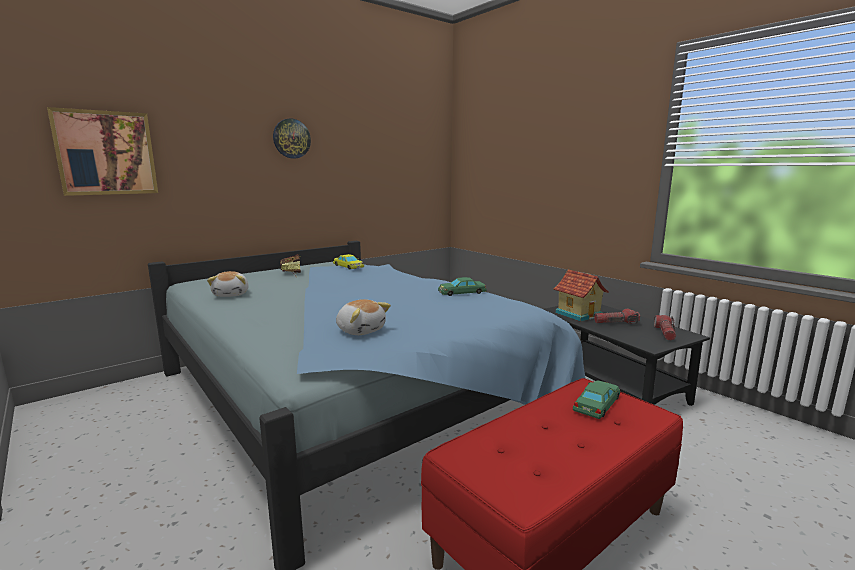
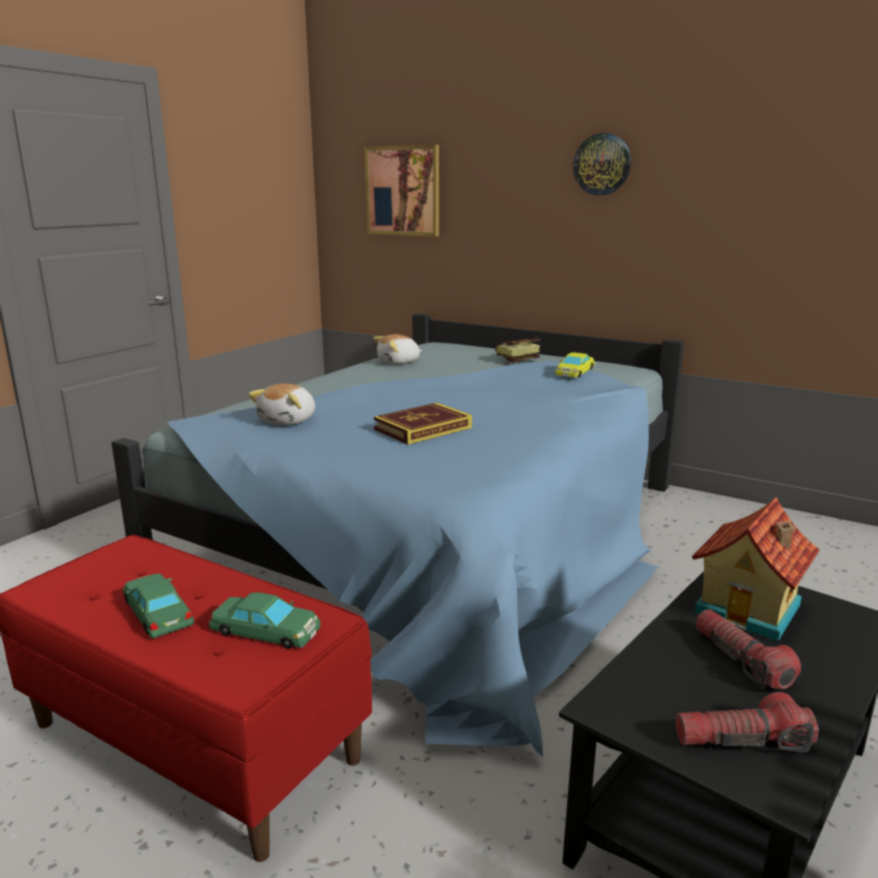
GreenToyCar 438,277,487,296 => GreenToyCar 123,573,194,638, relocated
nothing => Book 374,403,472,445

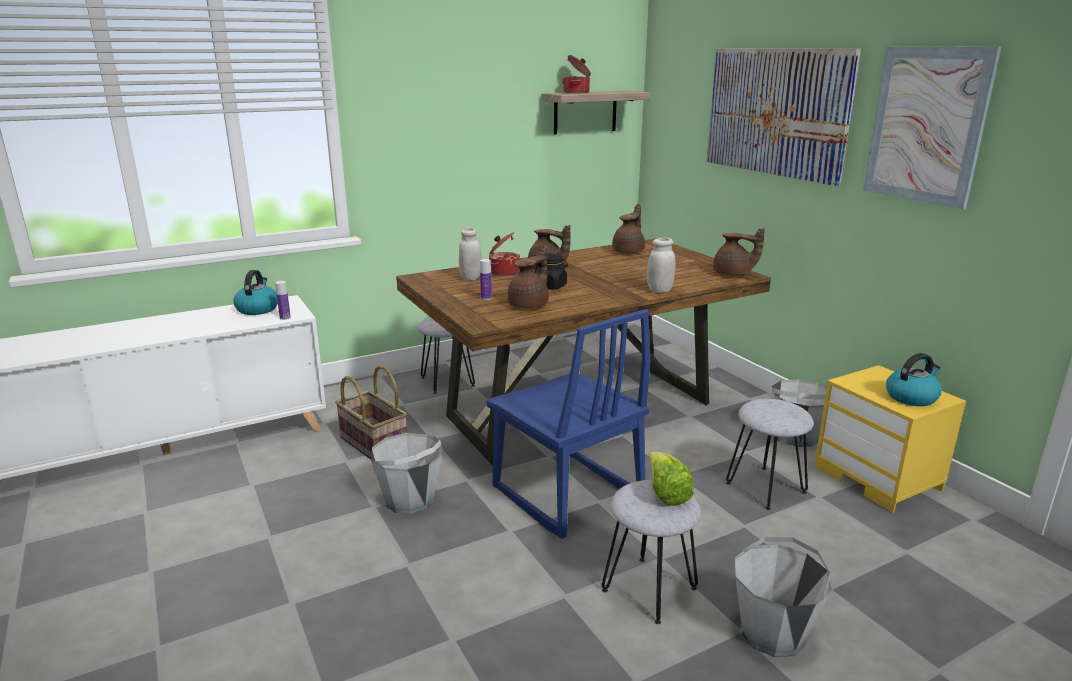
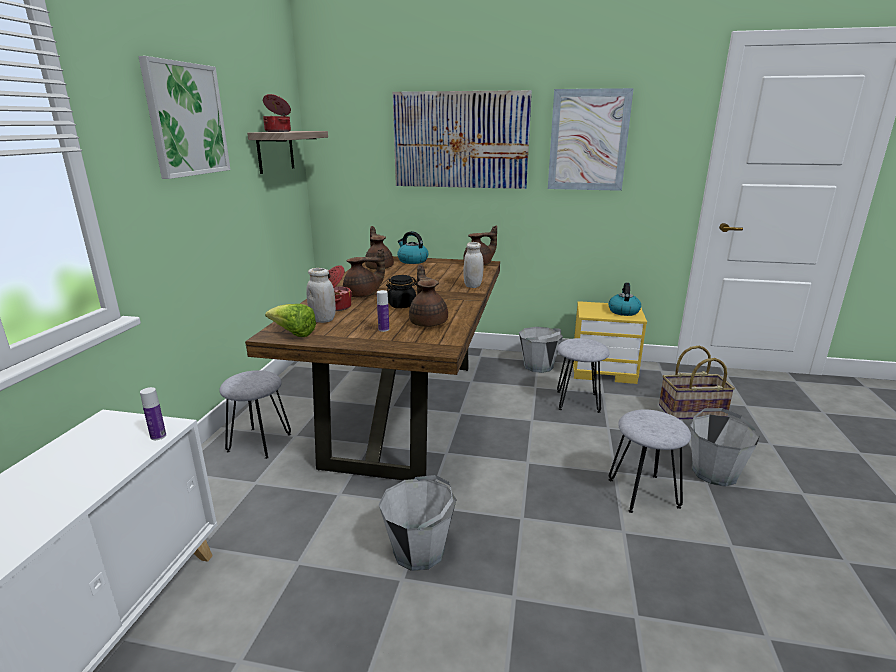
nothing => Picture 138,56,230,179
Lettuce 648,452,694,506 => Lettuce 265,304,316,337, relocated
Kettle 234,270,278,315 => Kettle 397,231,429,264, relocated
Basket 335,365,407,460 => Basket 659,346,735,420, relocated
BlueChair 486,309,651,539 => nothing

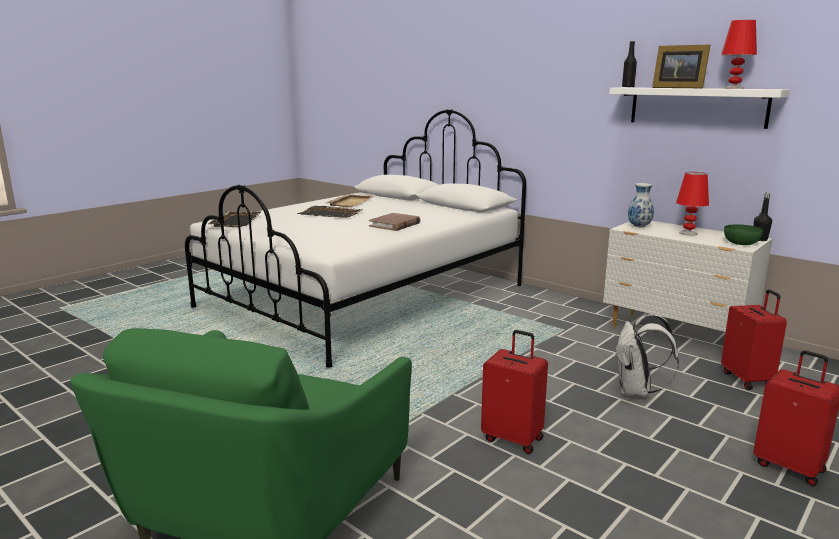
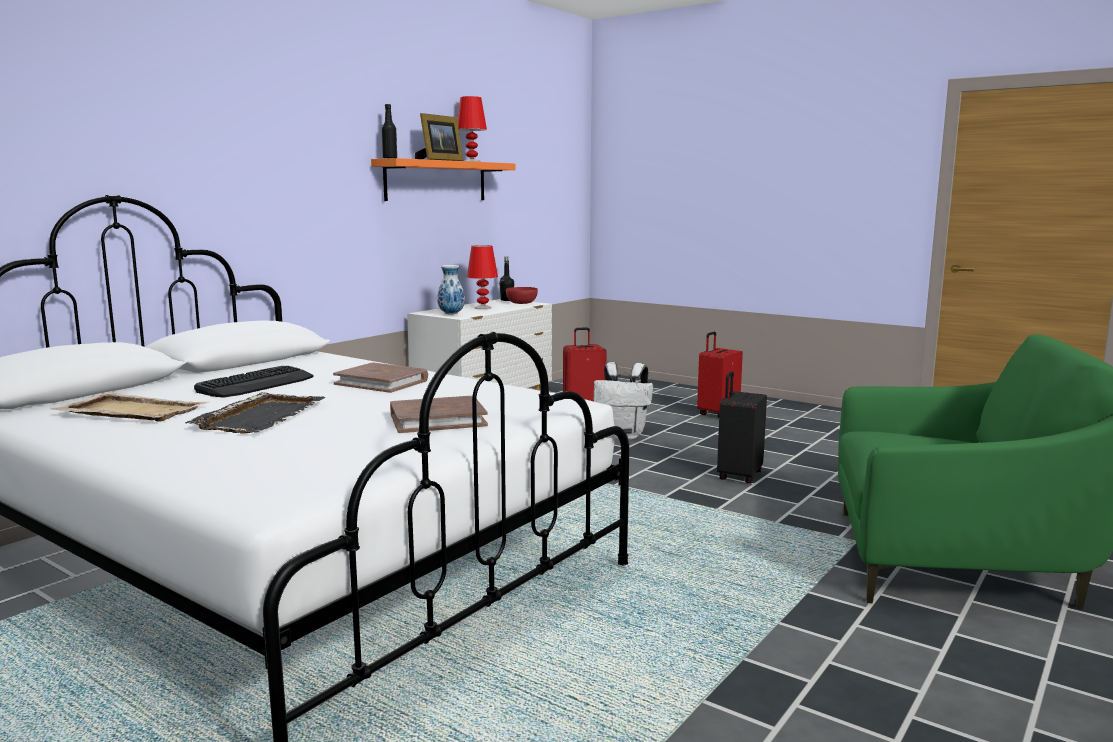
nothing => Keyboard 194,366,313,398
WhiteShelf 609,87,790,129 => OrangeShelf 371,158,515,201
nothing => BrownBook 390,396,488,433
GreenBowl 724,225,763,245 => RedBowl 506,287,538,304
RedSuitcase 481,330,548,454 => BlackSuitcase 717,371,767,484
BlackTray 209,211,261,227 => nothing

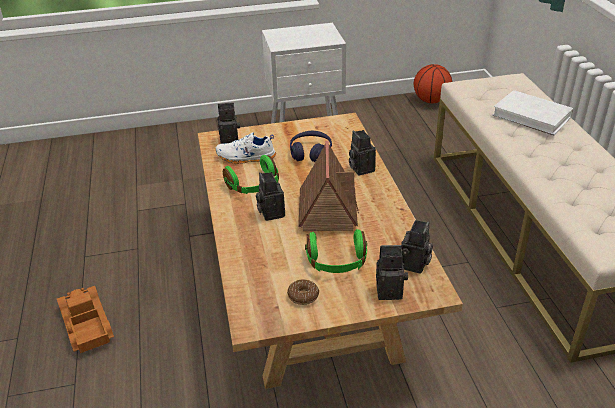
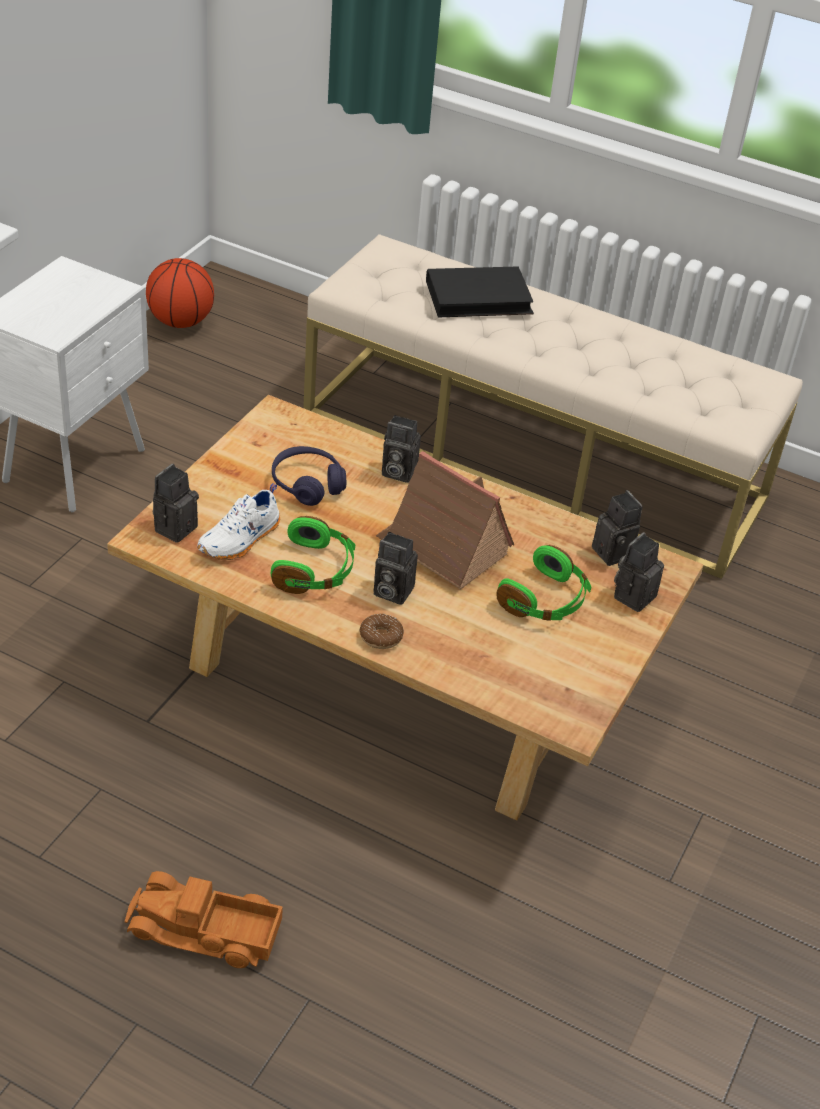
Donut 287,279,319,305 => Donut 359,614,404,649, relocated
WhiteBook 492,90,573,135 => BlackBook 426,266,534,318

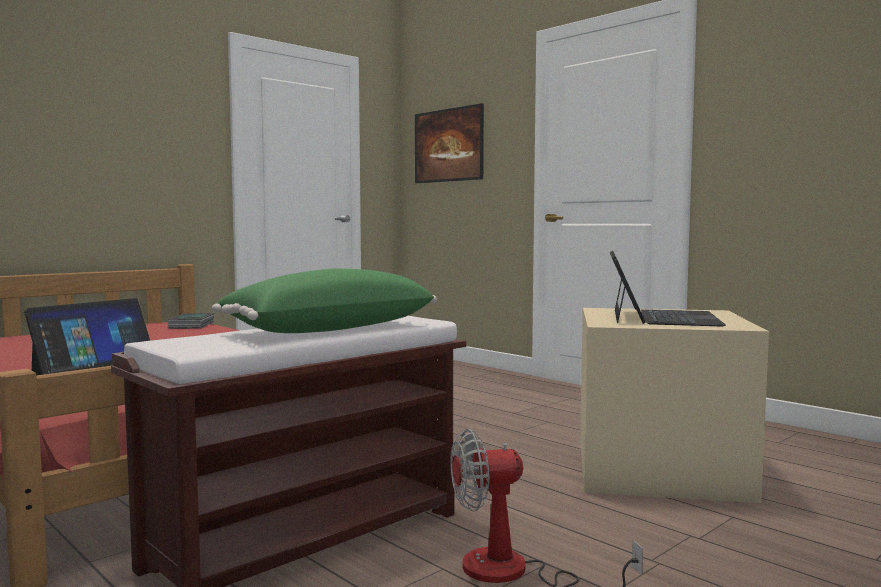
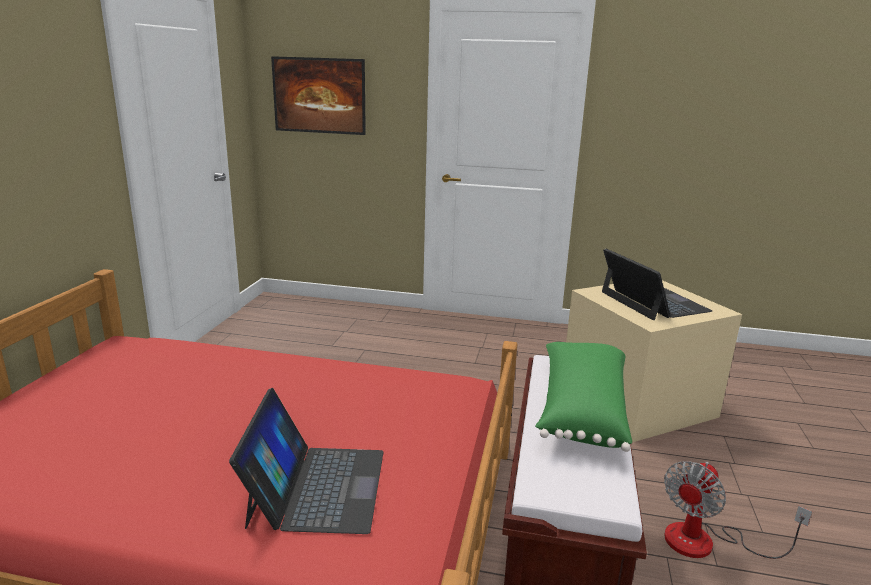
Book 168,313,214,329 => nothing

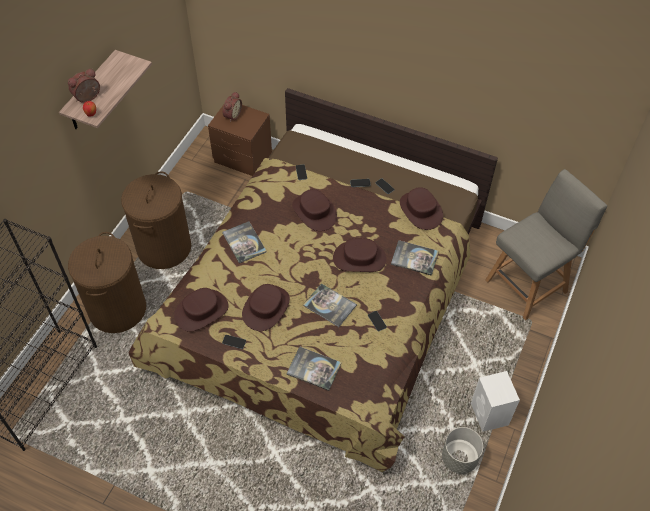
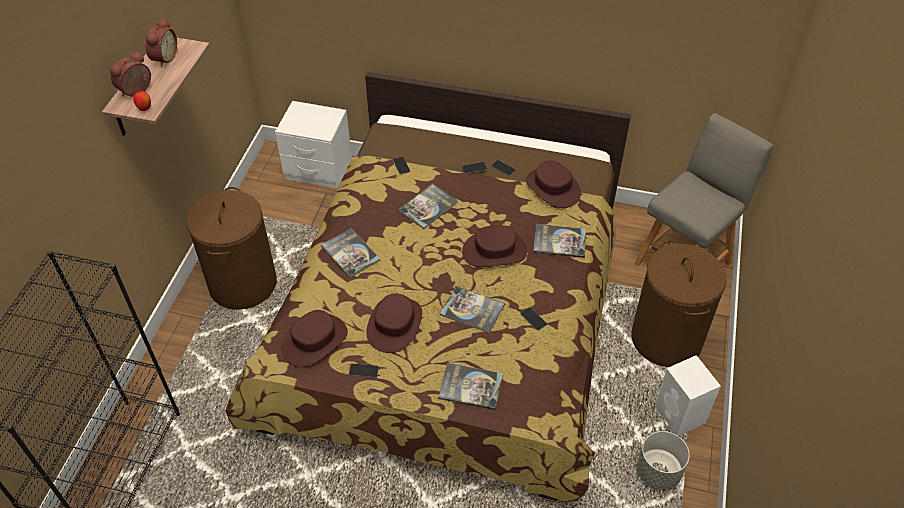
AlarmClock 223,92,242,122 => AlarmClock 145,18,177,67, relocated
BrownNightstand 208,105,272,176 => WhiteNightstand 275,101,352,189
BrownHat 292,189,337,231 => Book 398,184,458,229
BrownLaundryBasket 68,232,146,333 => BrownLaundryBasket 631,240,726,367, relocated

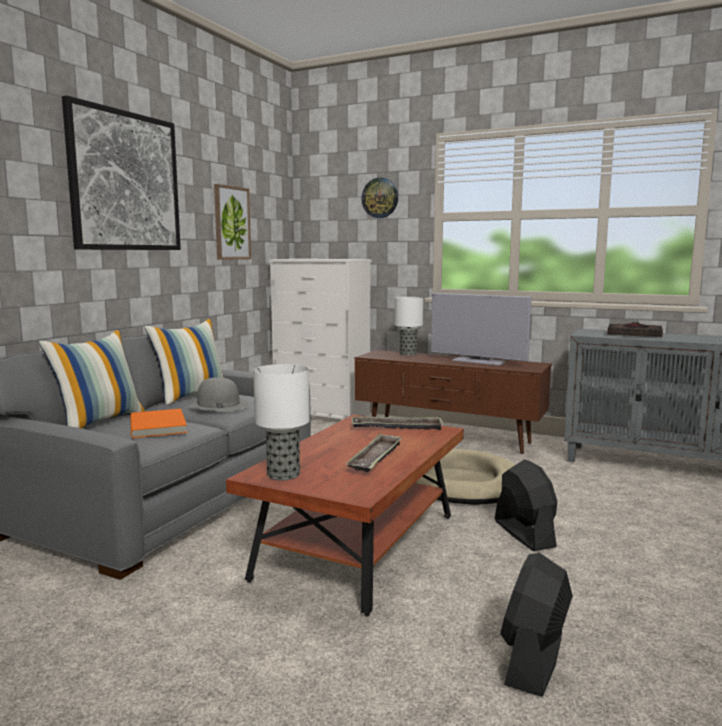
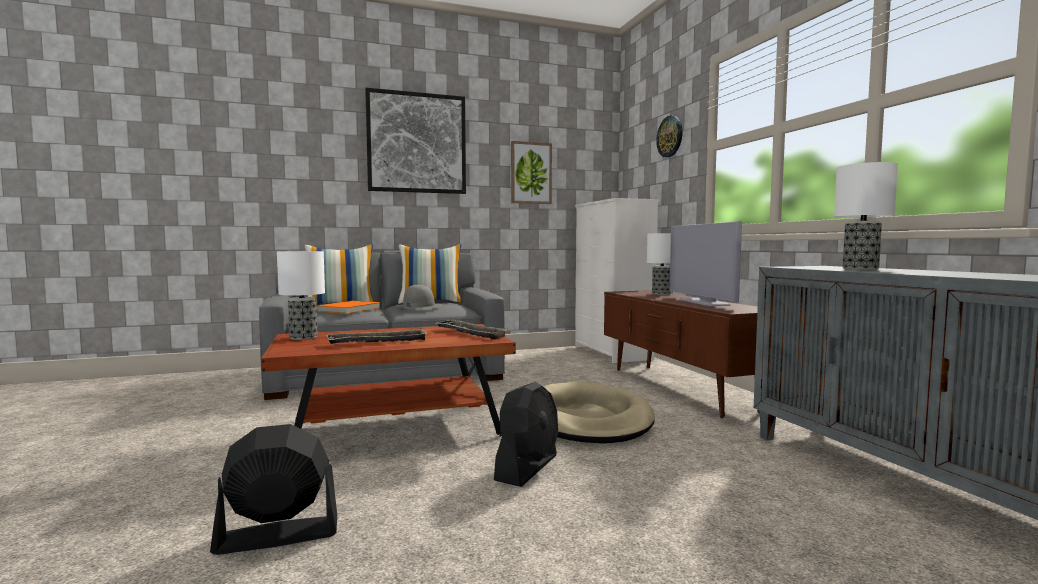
BlackBook 607,322,663,337 => TableLamp 834,162,898,270

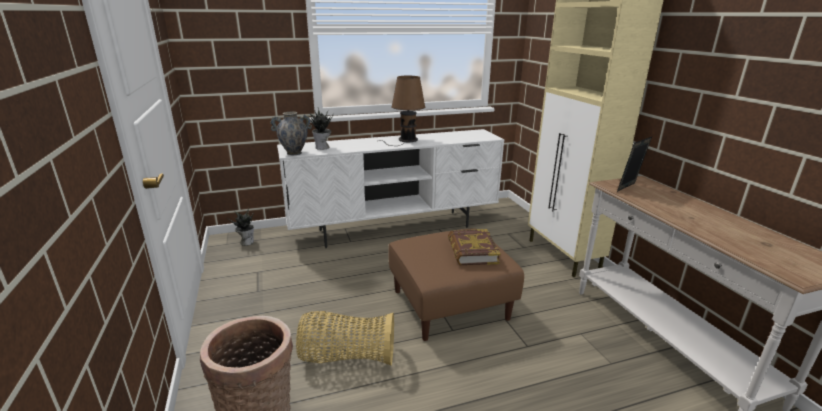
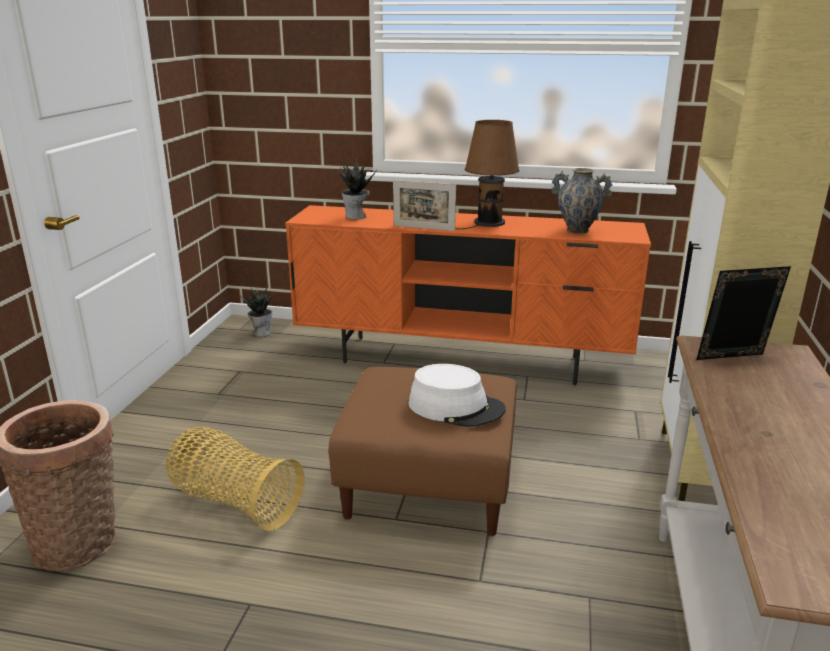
WhiteTvStand 277,129,504,248 => OrangeTvStand 285,205,651,385
nothing => PictureFrame 393,180,456,231
Book 448,229,501,265 => WhiteHat 408,364,506,427
Vase 270,112,312,156 => Vase 551,168,613,234, relocated

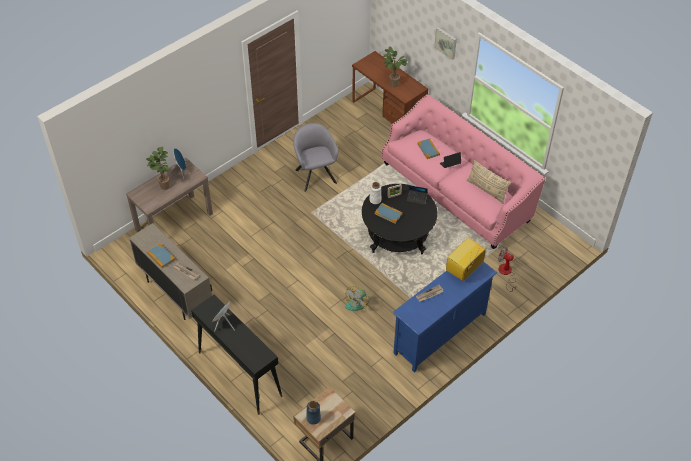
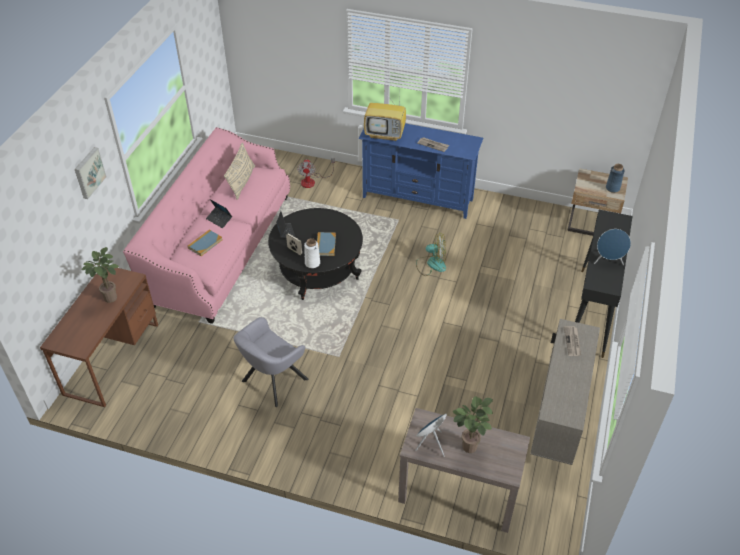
Book 147,243,175,268 => nothing

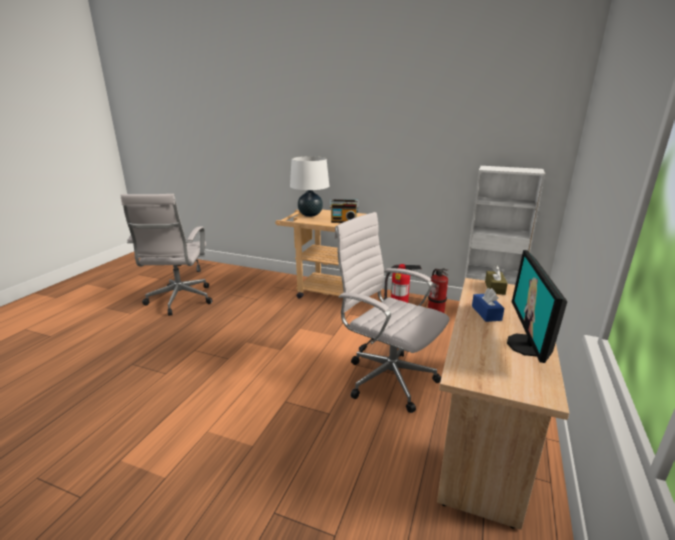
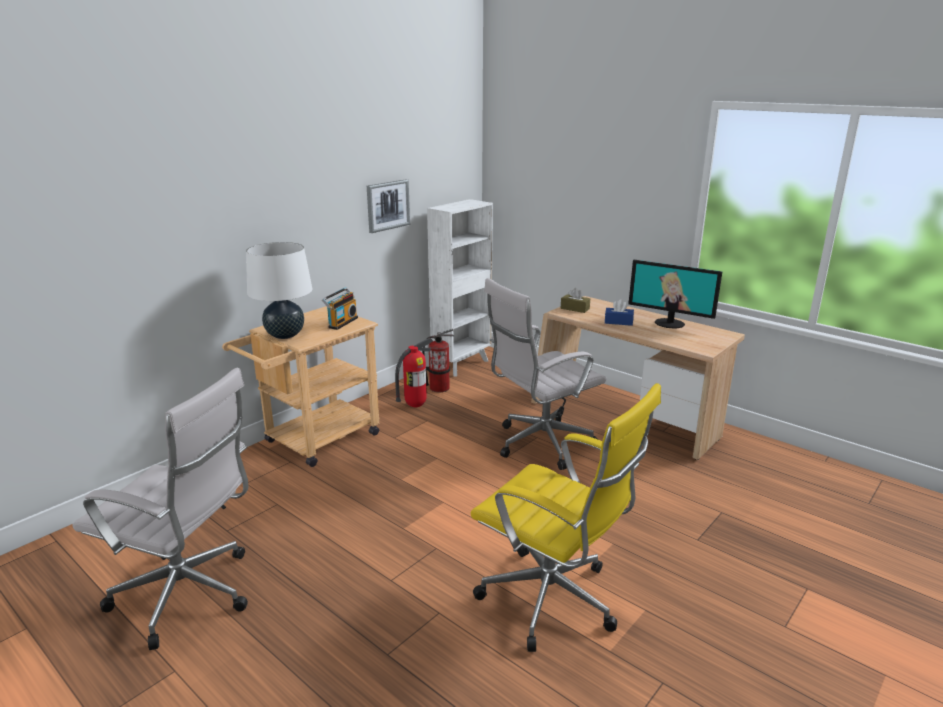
nothing => Picture 367,179,410,233
nothing => YellowOfficeChair 471,383,661,652

